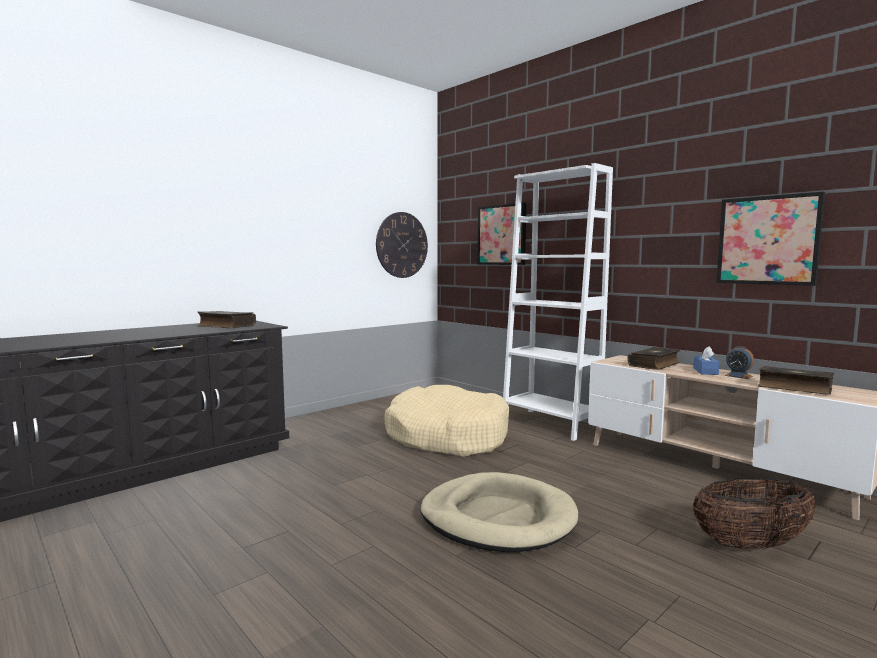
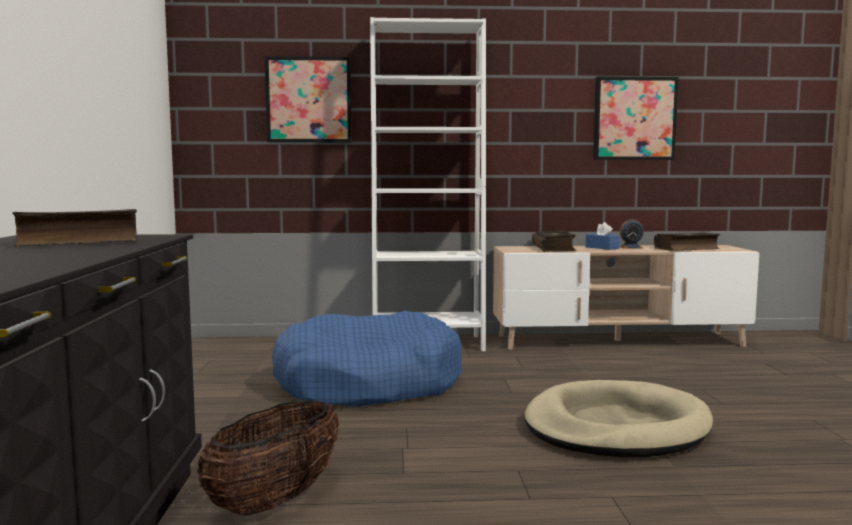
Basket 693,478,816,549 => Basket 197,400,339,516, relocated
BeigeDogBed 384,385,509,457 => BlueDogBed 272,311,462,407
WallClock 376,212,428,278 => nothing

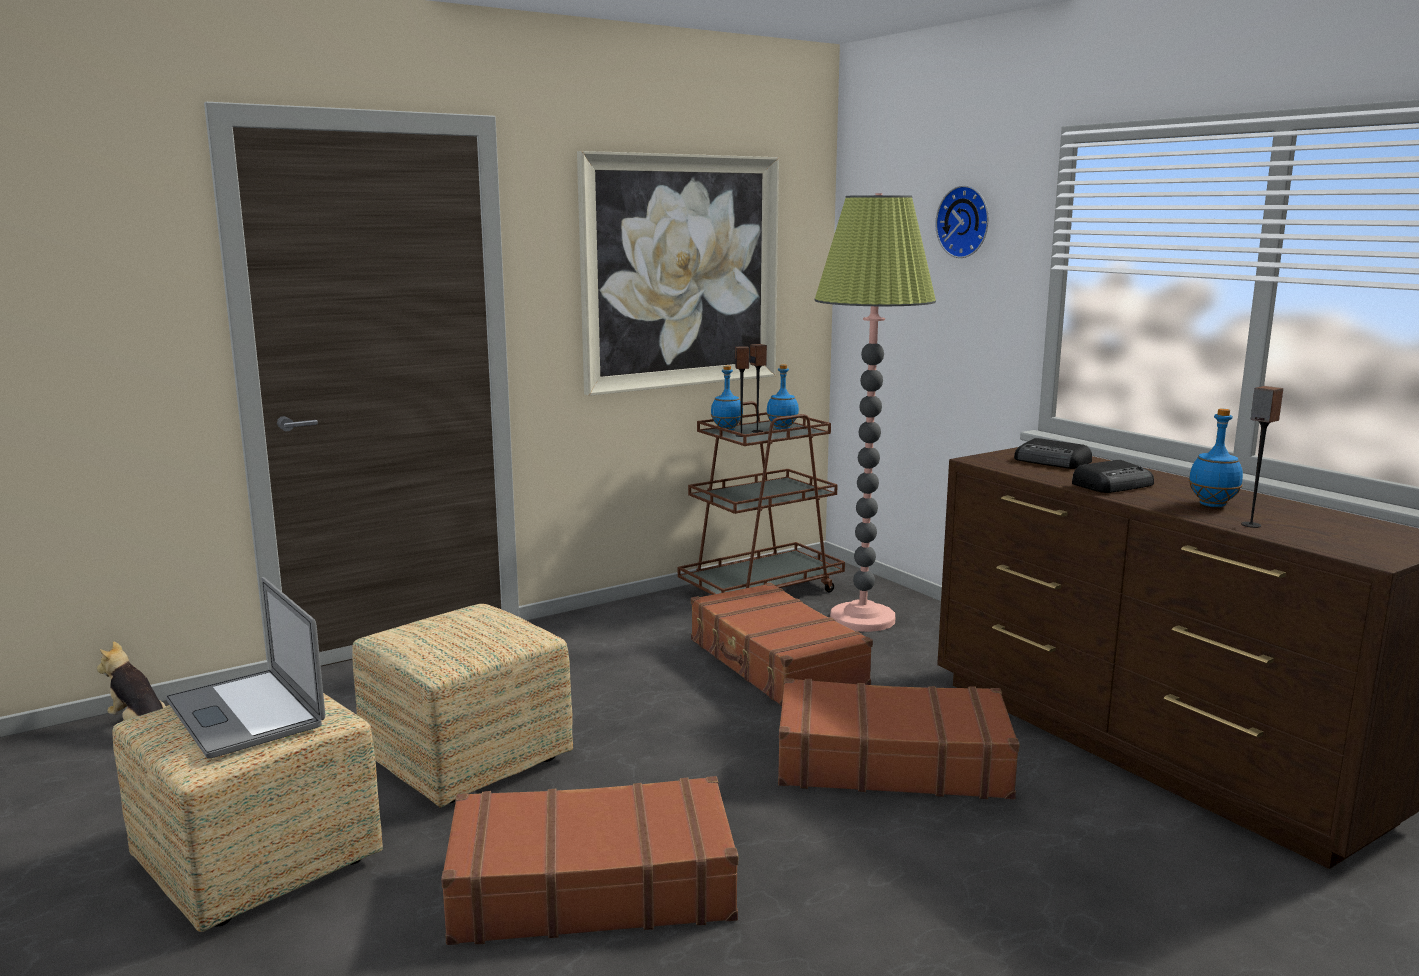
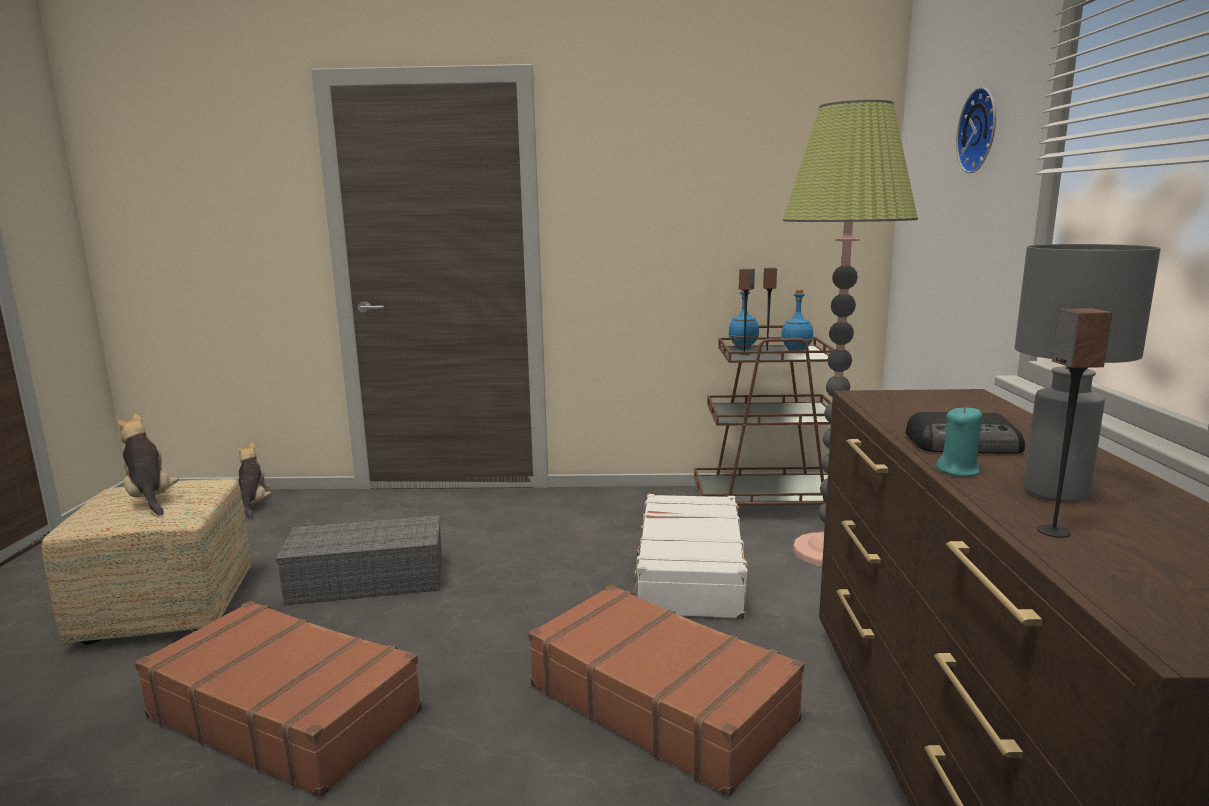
Laptop 166,577,325,759 => PlushToy 115,414,179,516
Ottoman 352,604,573,807 => GreyStorageBox 276,515,442,606
BrownSuitcase 691,583,873,706 => WhiteSuitcase 630,494,748,619
nothing => TurquoiseCandle 936,406,983,476
BlueBottle 1189,409,1243,507 => GreyTableLamp 1015,244,1161,503
Picture 577,151,779,396 => nothing
Radio 1014,438,1092,469 => nothing

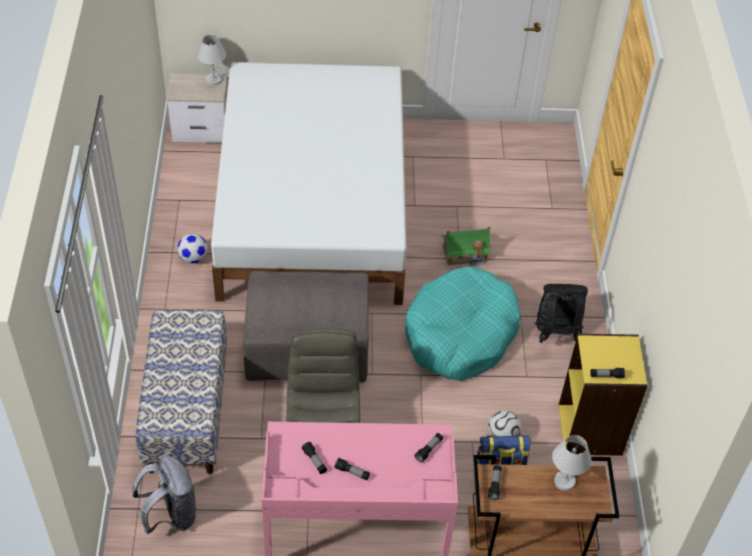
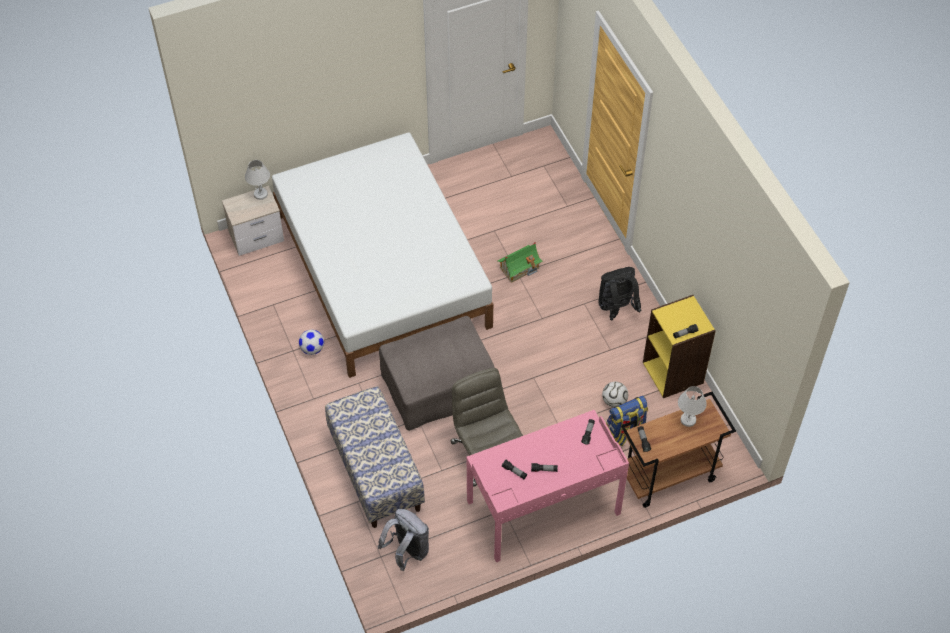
TurquoiseDogBed 405,266,520,381 => nothing

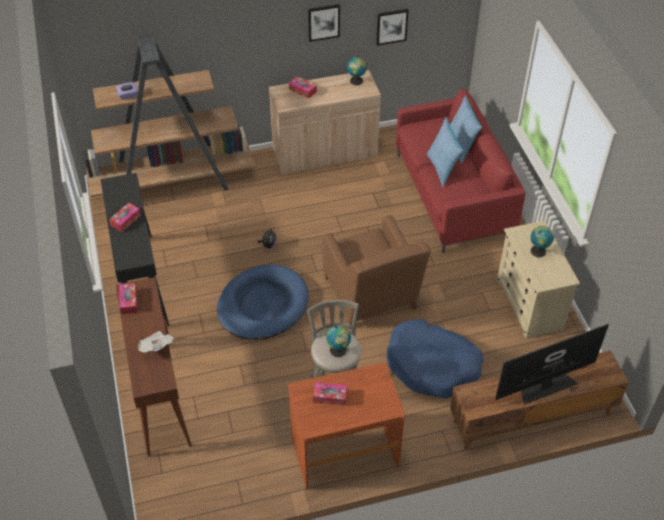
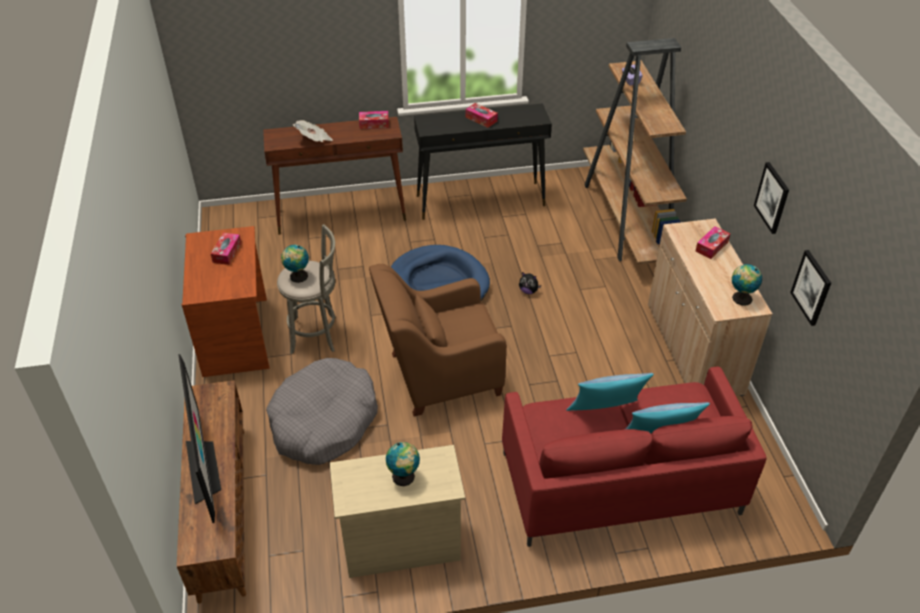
BlueDogBed 387,319,484,398 => GreyDogBed 266,358,378,465

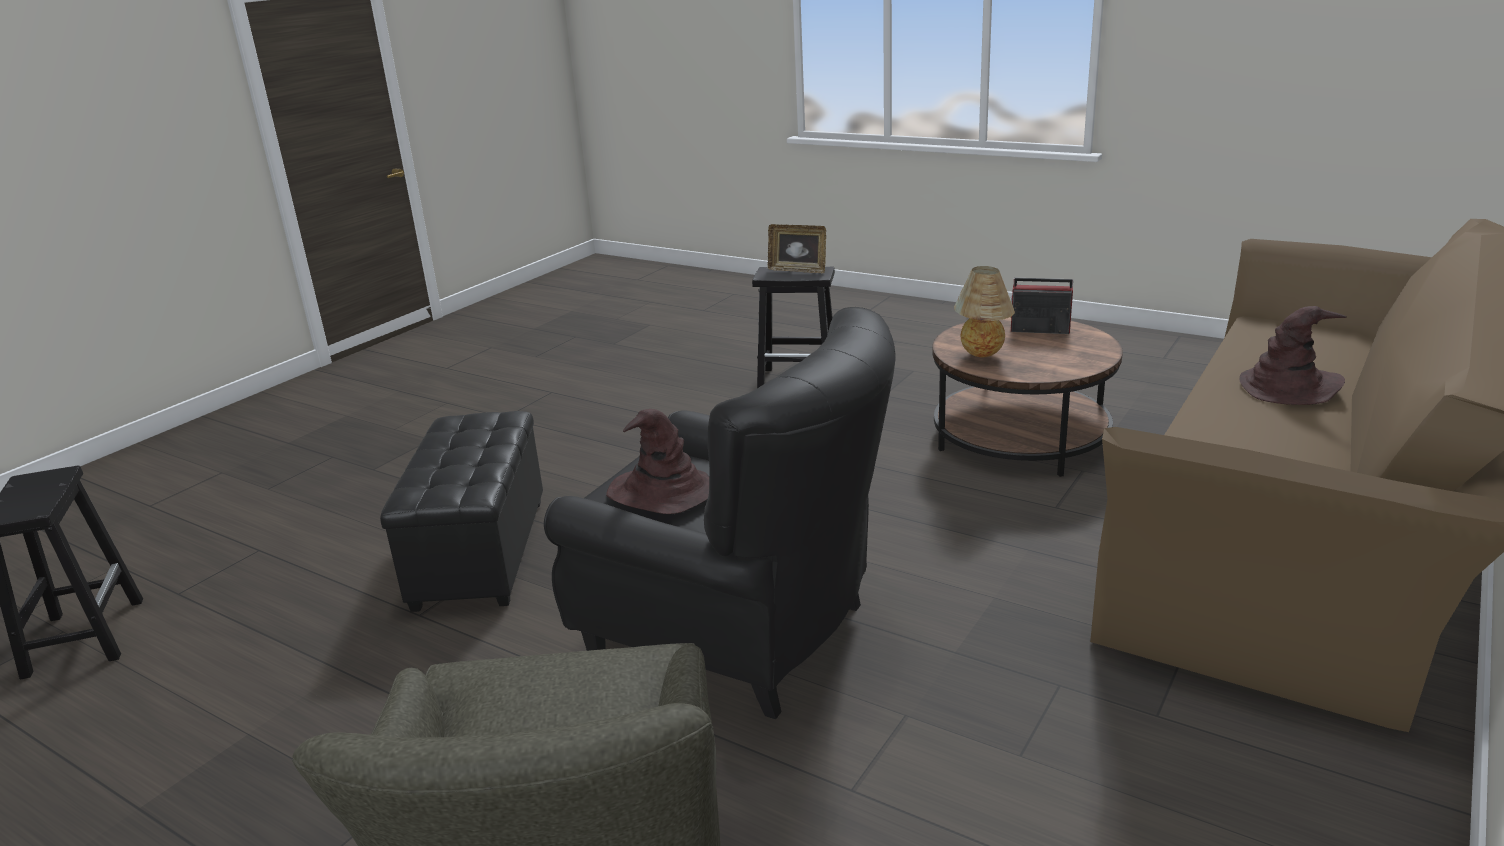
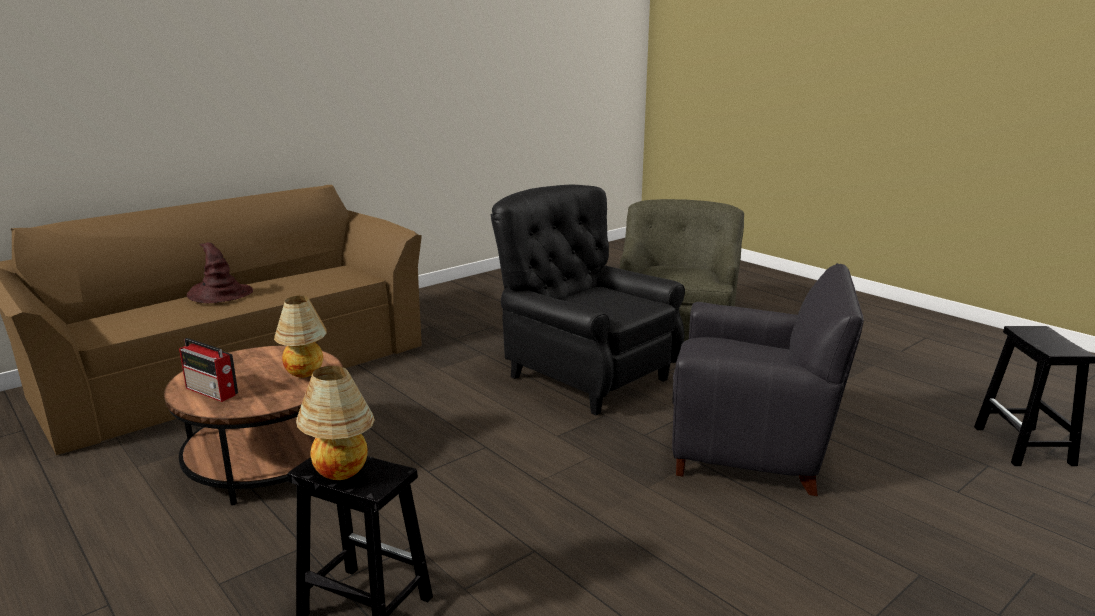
PictureFrame 768,224,826,273 => TableLamp 296,366,375,480
BlackOttoman 380,411,543,612 => BlackArmchair 672,263,864,496
BrownHat 606,409,709,514 => nothing

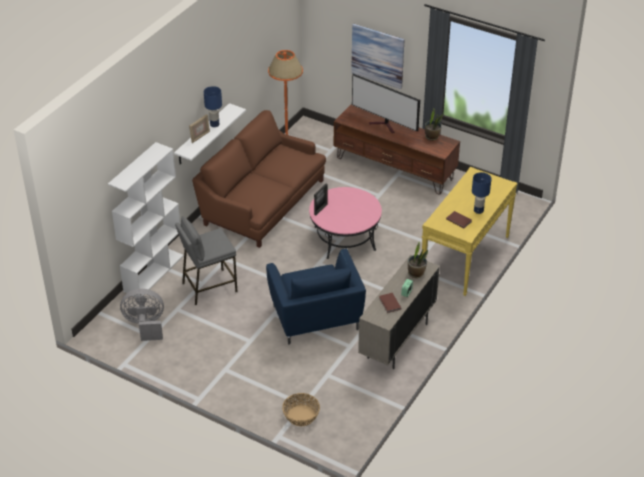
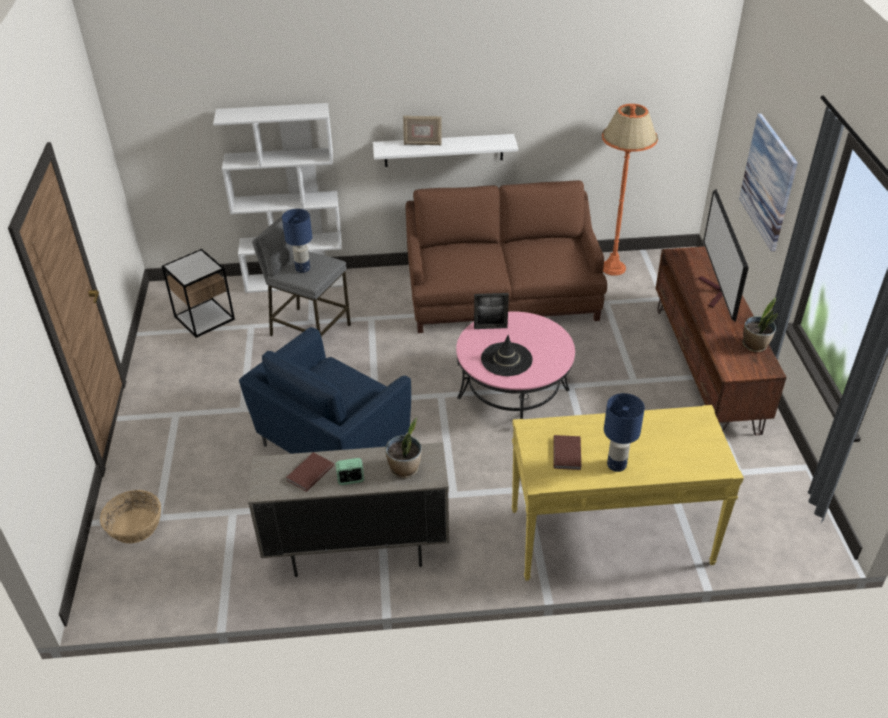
GreyFan 120,289,164,341 => SideTable 162,249,235,338
BlueTableLamp 204,86,222,127 => BlueTableLamp 282,209,312,273, relocated
nothing => BlackHat 481,335,533,376

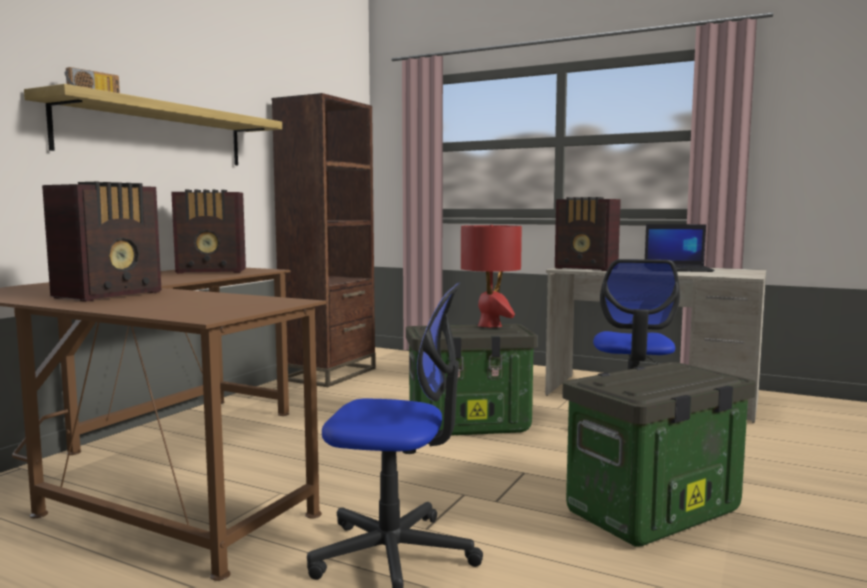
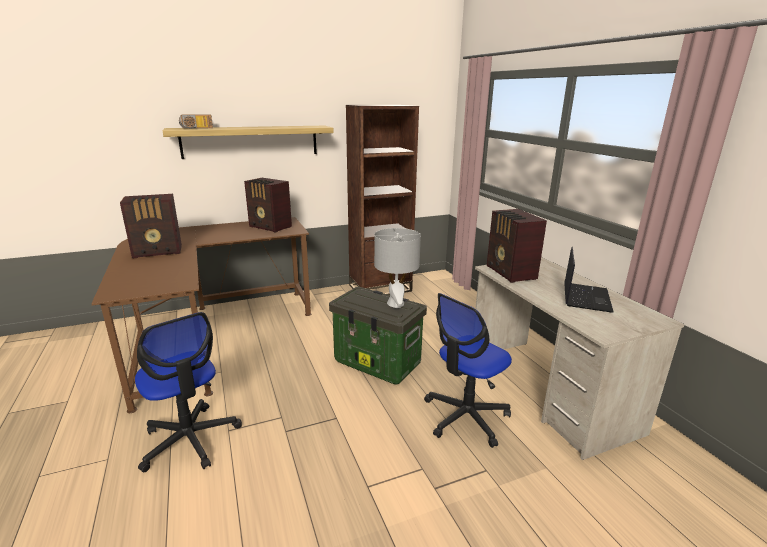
RedTableLamp 461,225,522,327 => GreyTableLamp 374,228,421,308
Laptop 645,224,714,272 => Laptop 564,247,614,313, 120 degrees counterclockwise
StorageBox 562,362,756,547 => nothing

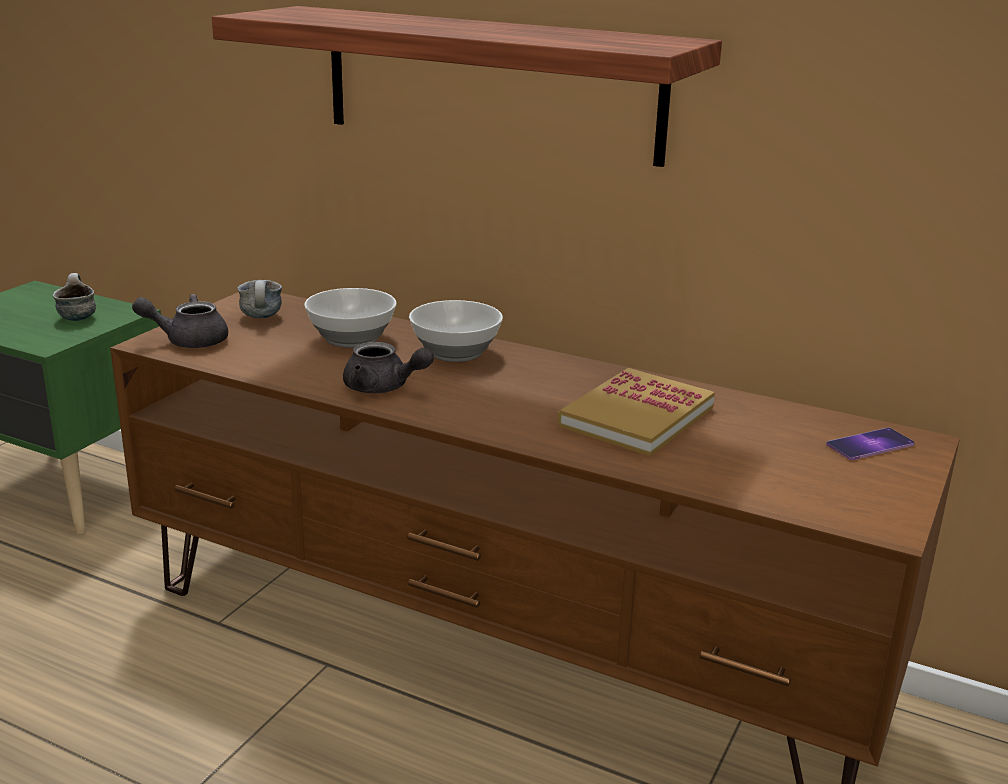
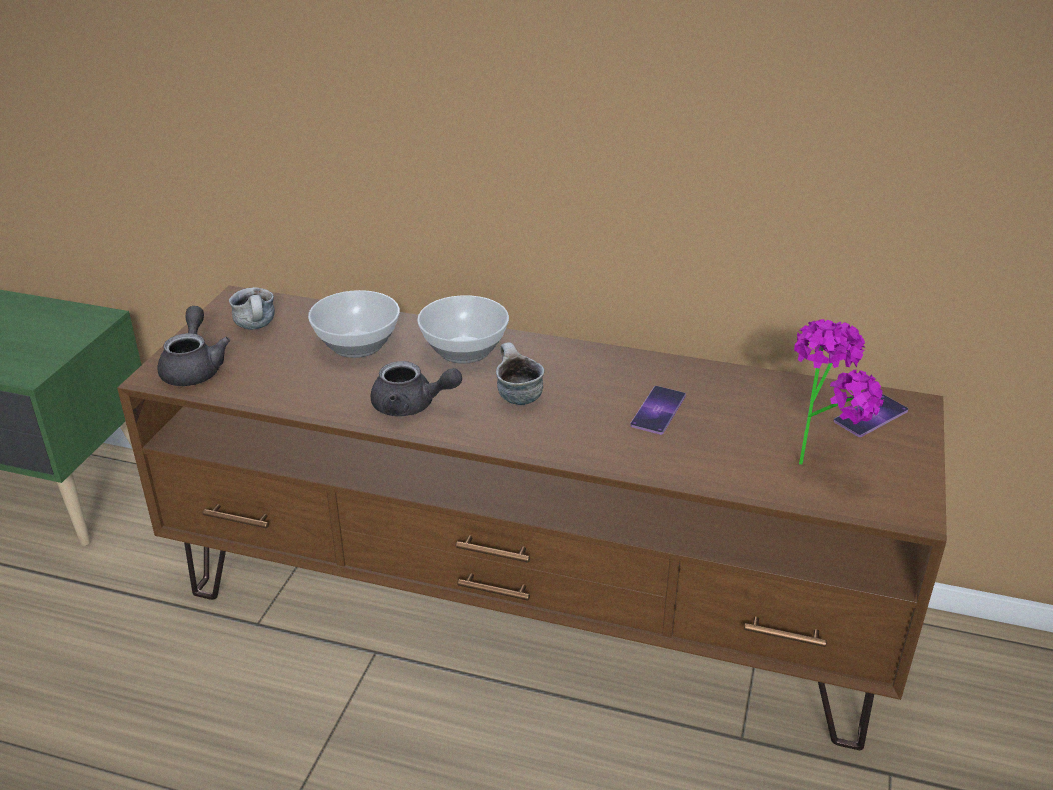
GreyTeapot 132,294,228,348 => GreyTeapot 157,306,230,386, 105 degrees clockwise
Mug 53,273,96,321 => Mug 496,342,545,405, relocated
Book 557,368,715,456 => Phone 630,386,686,435
nothing => PottedPlant 794,319,884,465
Shelf 212,6,722,167 => nothing

